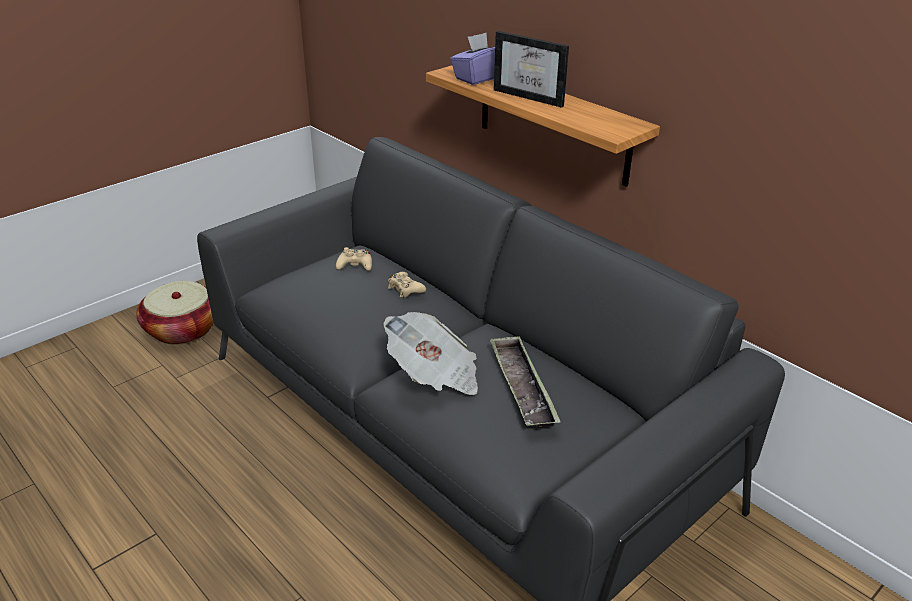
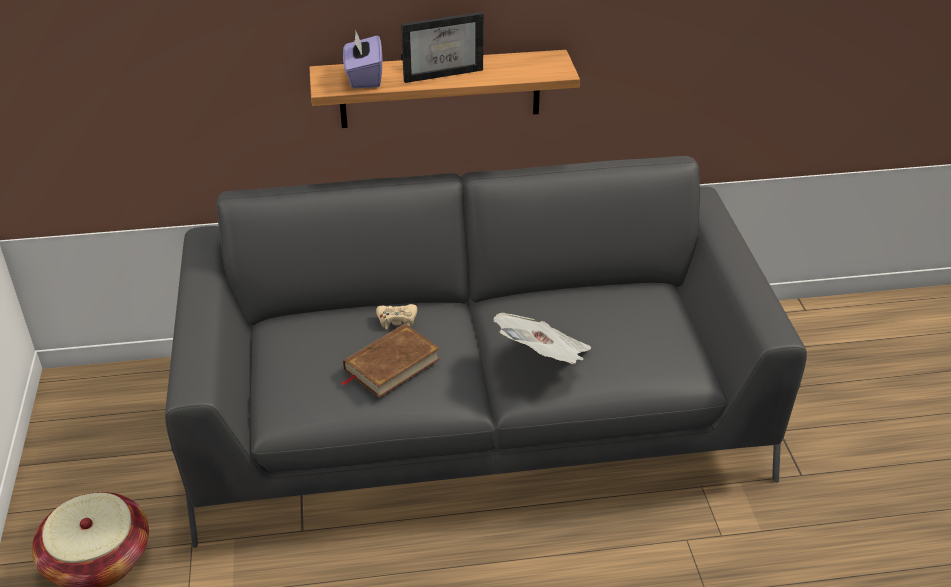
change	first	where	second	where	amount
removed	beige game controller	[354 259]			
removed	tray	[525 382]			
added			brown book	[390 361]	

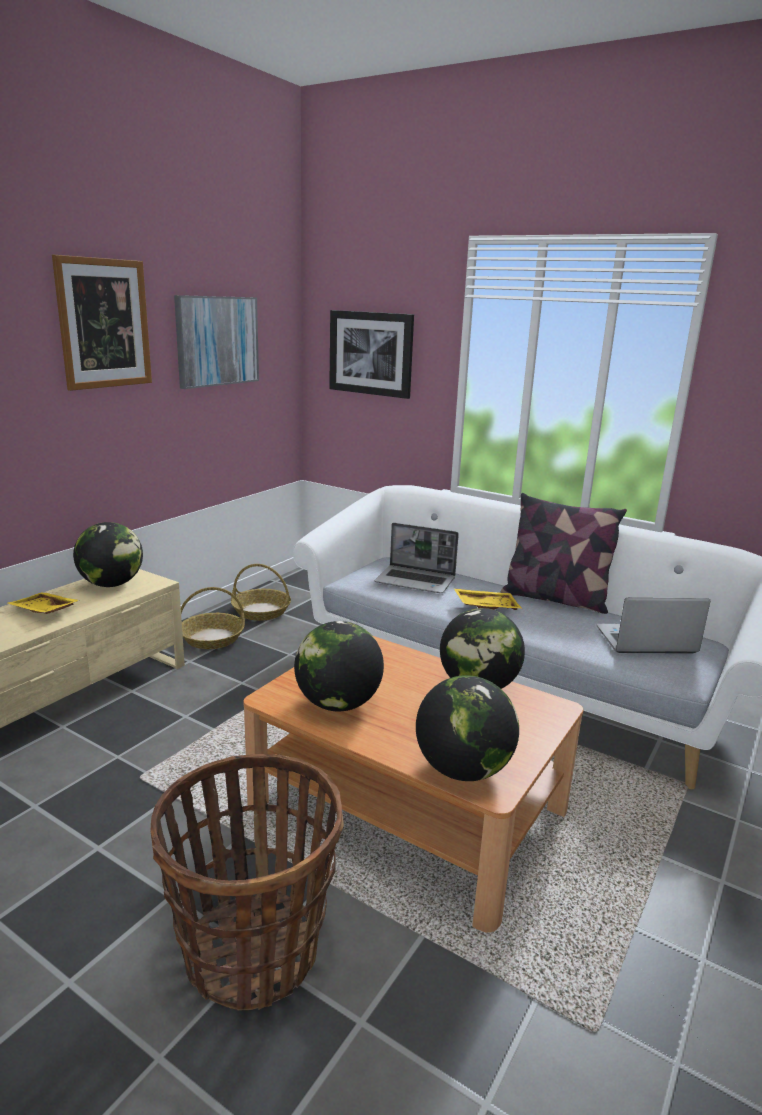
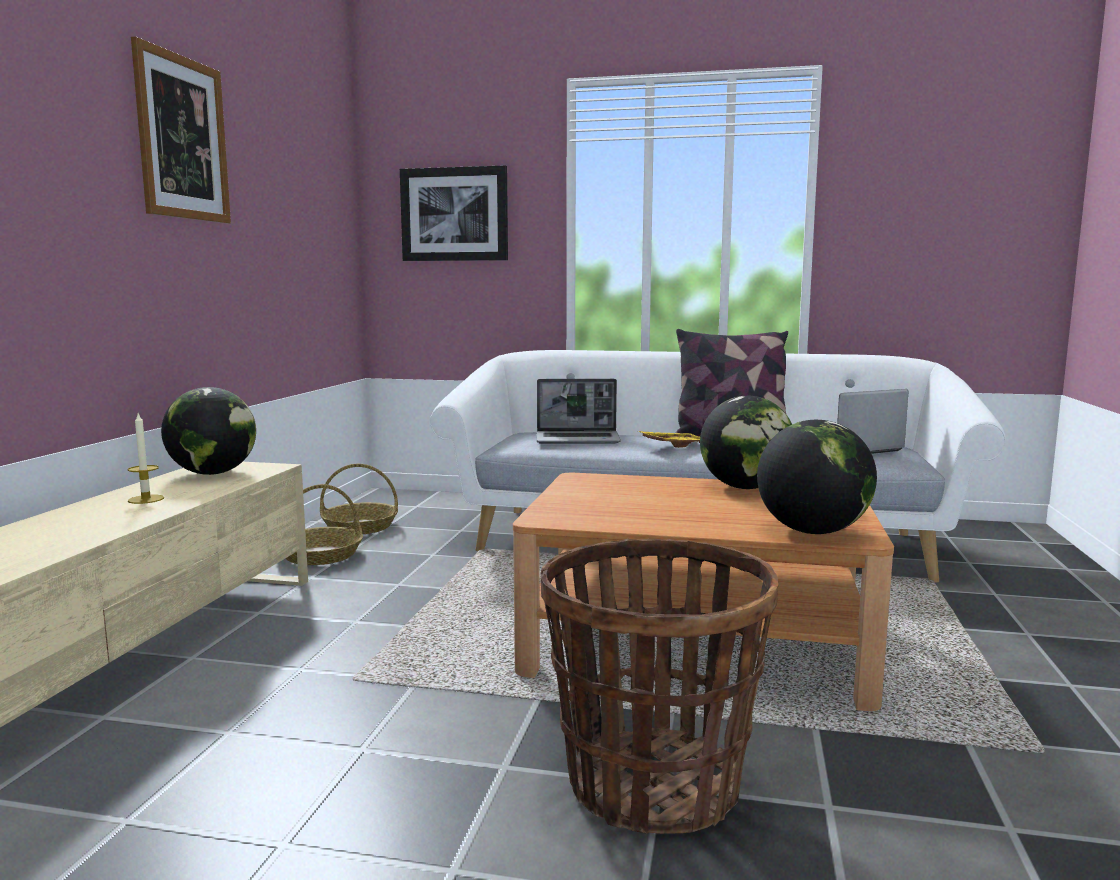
change	first	where	second	where	amount
replaced	yellow tray	[44 603]	candle	[145 459]	
removed	picture	[216 342]			
removed	globe	[339 666]			

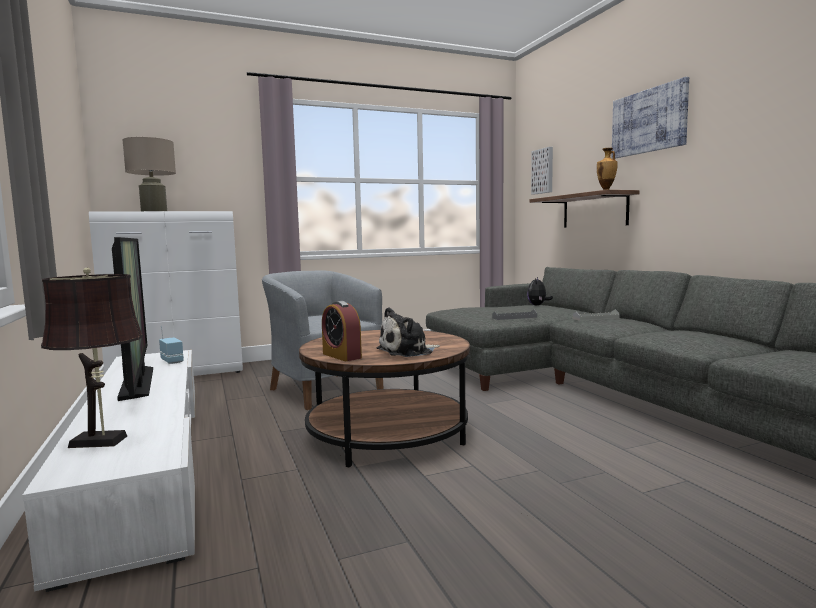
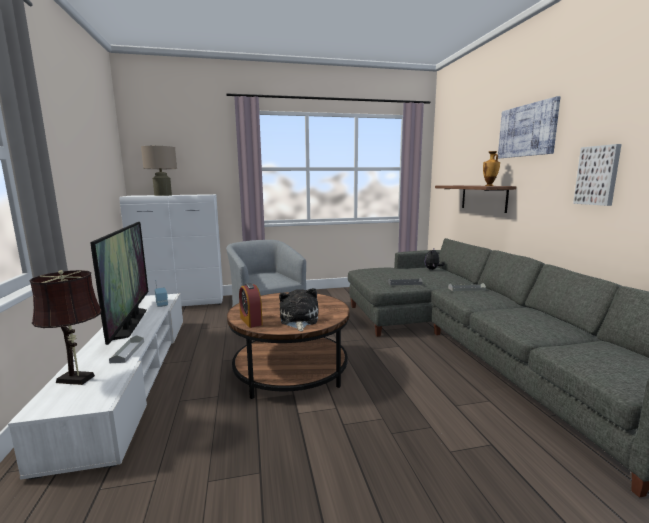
change	first	where	second	where	amount
turned	plush toy	[408 332]		[299 309]	105 degrees clockwise
moved	picture	[542 171]		[597 175]	
added			grey tray	[126 349]	

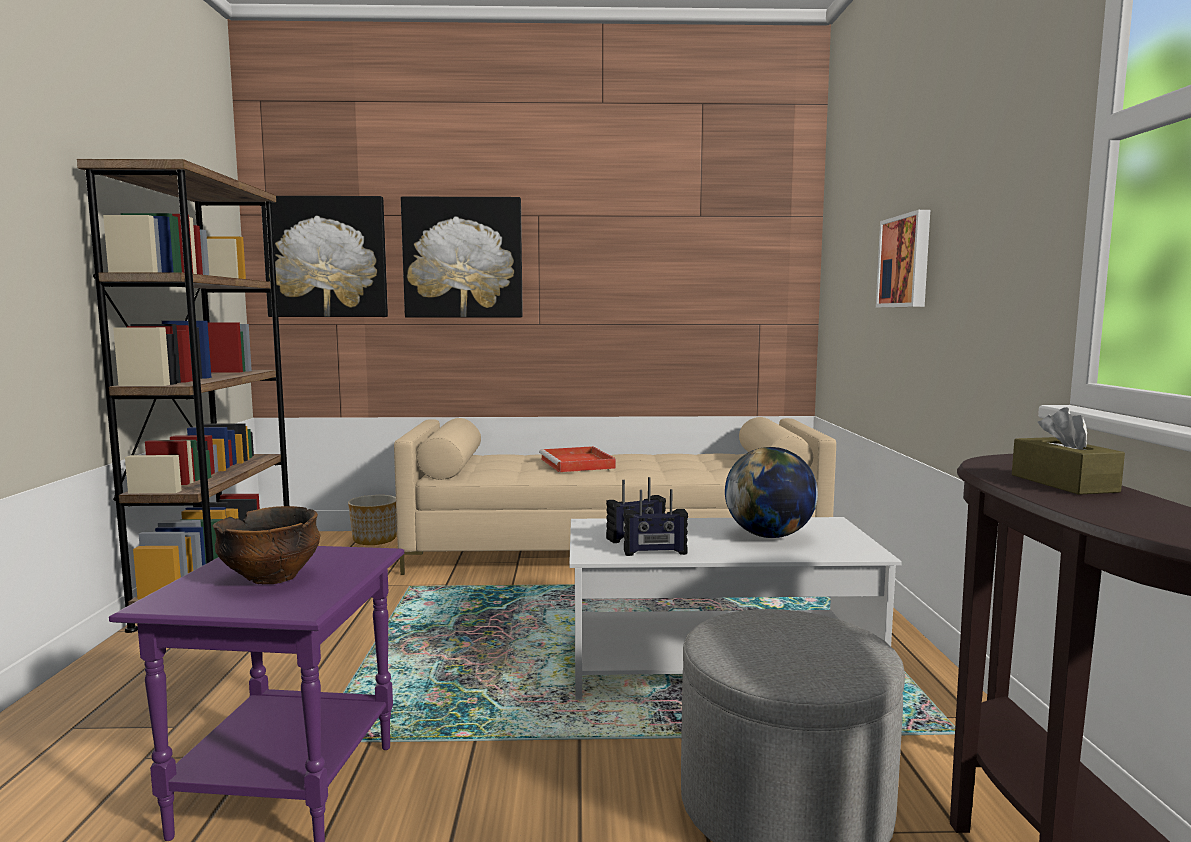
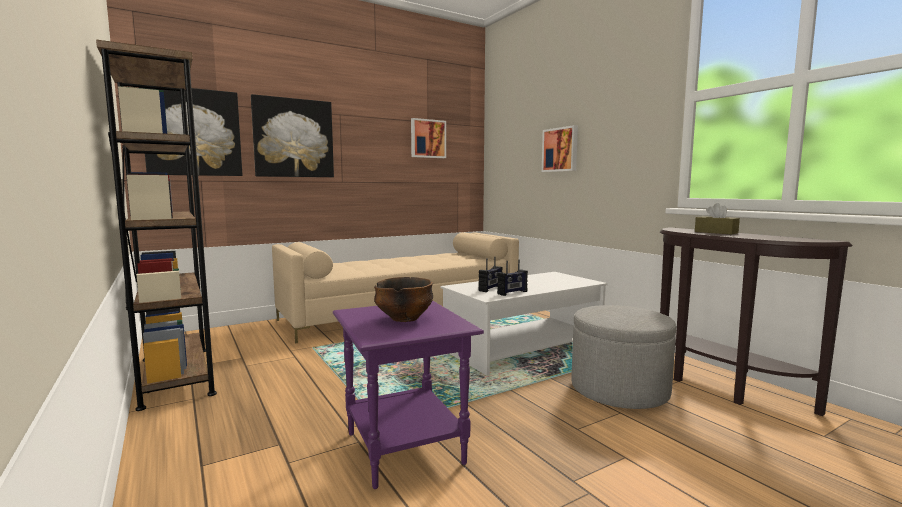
change	first	where	second	where	amount
removed	planter	[372 520]			
removed	red tray	[577 459]			
removed	globe	[771 492]			
added			picture	[428 138]	

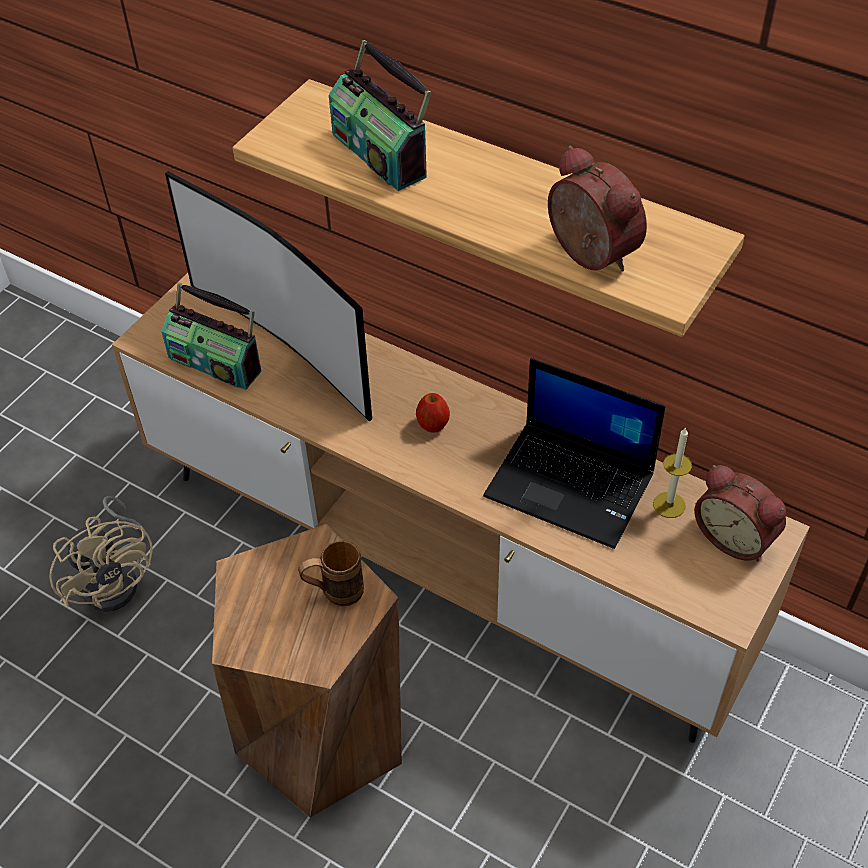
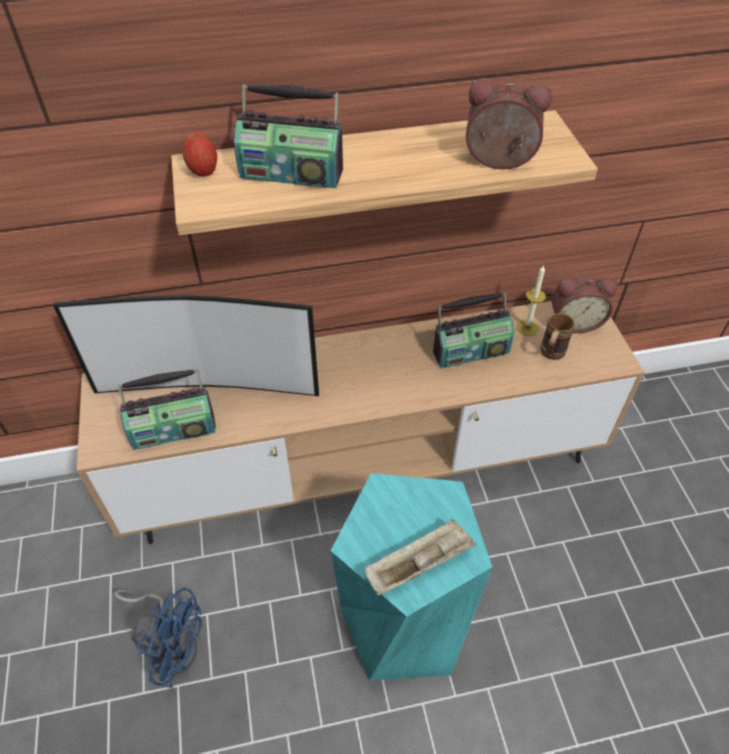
change	first	where	second	where	amount
recoloured	beige fan	[101 554]	blue fan	[158 637]	
recoloured	brown stool	[307 671]	turquoise stool	[411 576]	
moved	brown mug	[331 573]		[557 336]	
moved	apple	[433 413]		[199 154]	
replaced	laptop	[574 453]	radio	[474 330]	
added			beige tray	[421 557]	

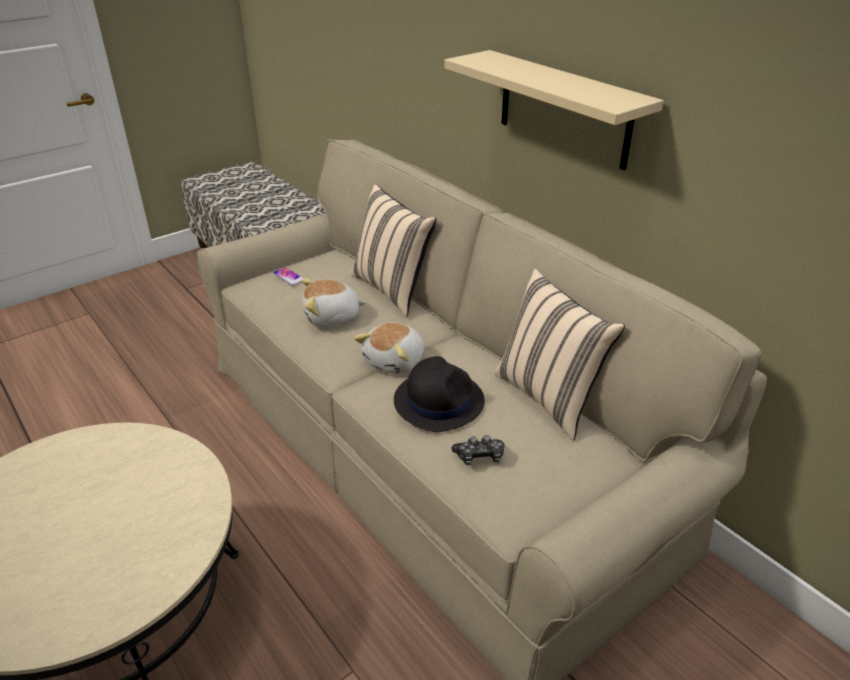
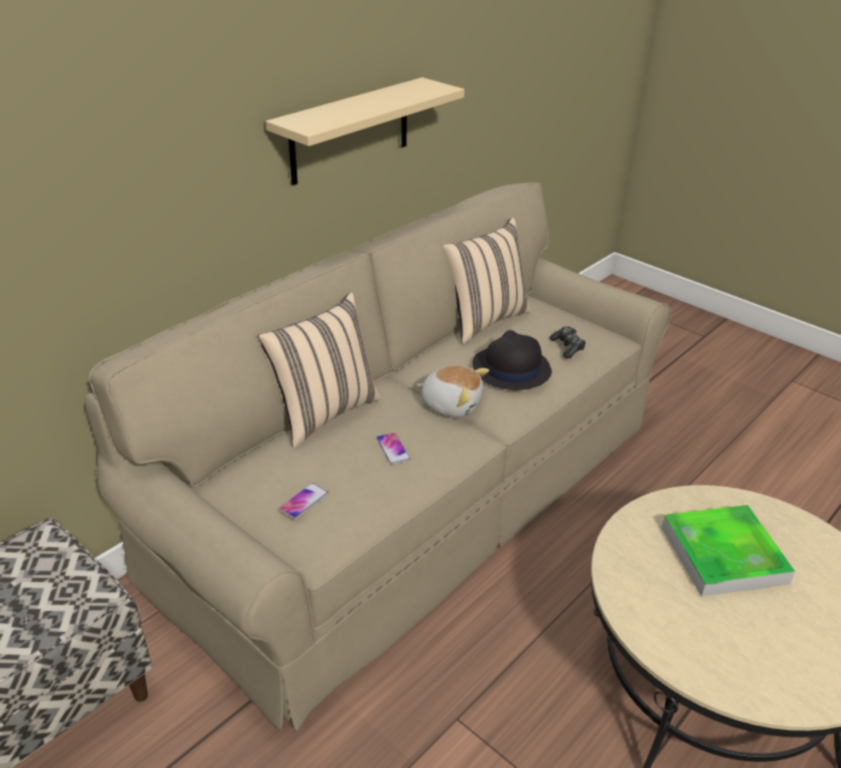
change	first	where	second	where	amount
replaced	plush toy	[334 303]	phone	[393 449]	
added			tray	[728 551]	

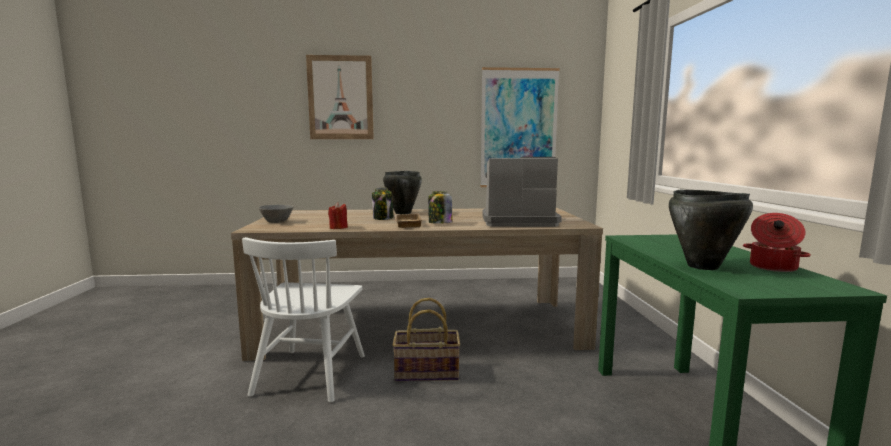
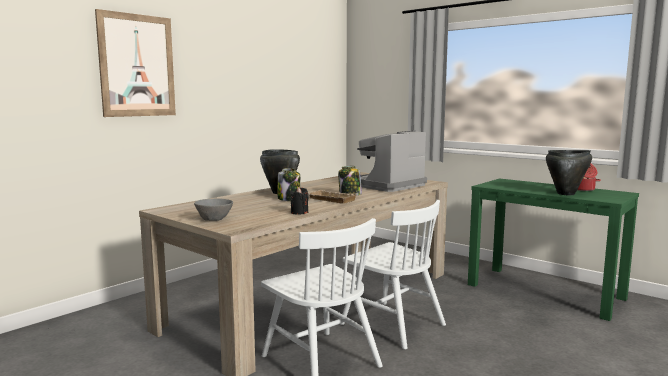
change	first	where	second	where	amount
recoloured	red candle	[338 215]	black candle	[299 201]	
replaced	basket	[426 339]	white chair	[393 274]	
removed	picture	[520 127]			

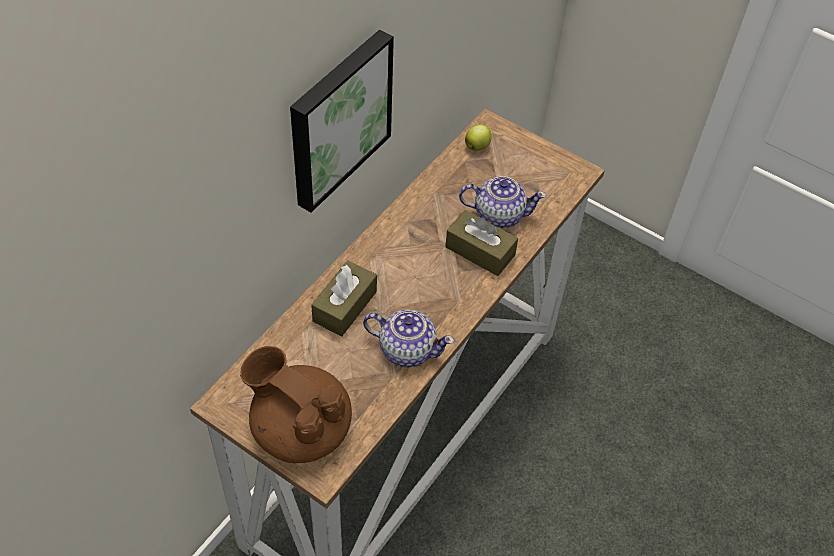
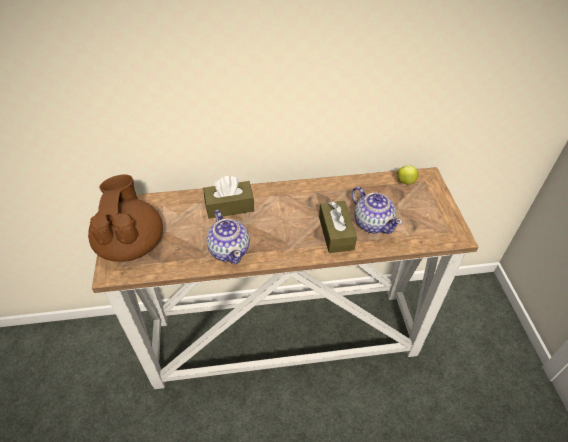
change	first	where	second	where	amount
removed	picture	[342 121]			

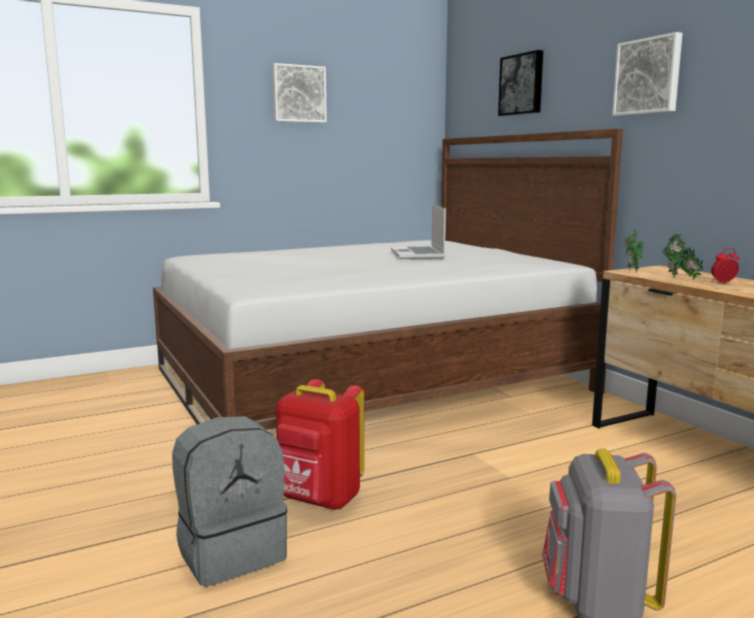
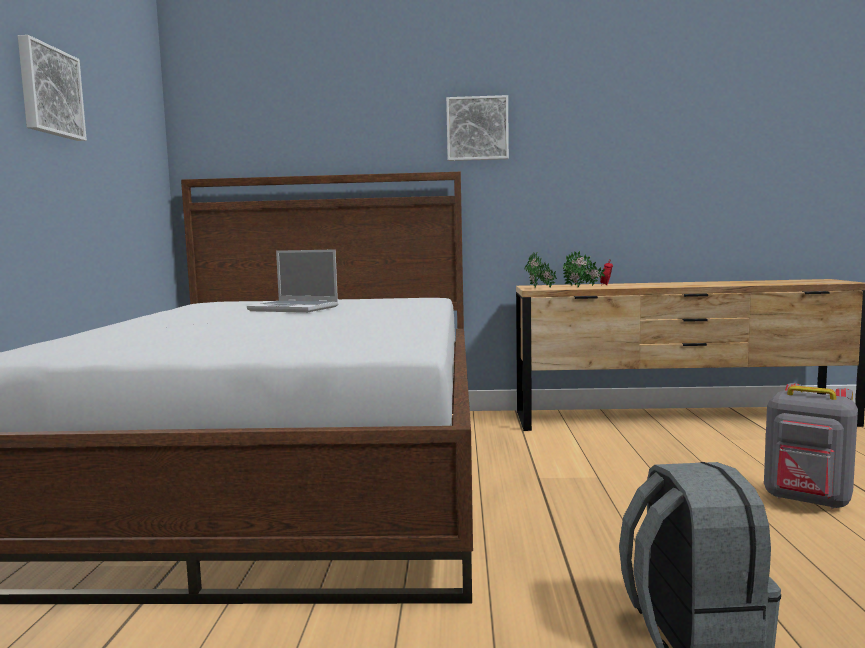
change	first	where	second	where	amount
removed	red backpack	[320 444]			
removed	picture	[520 83]			

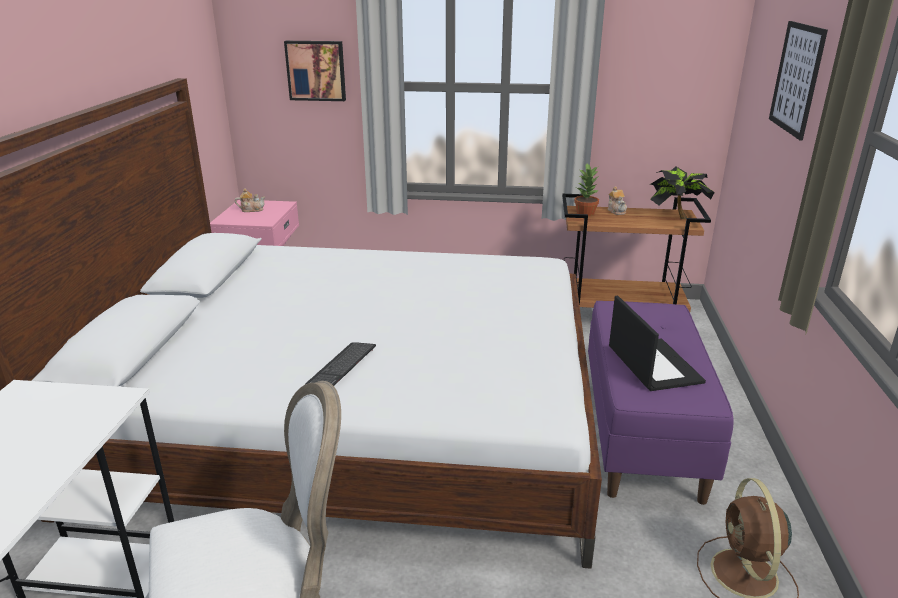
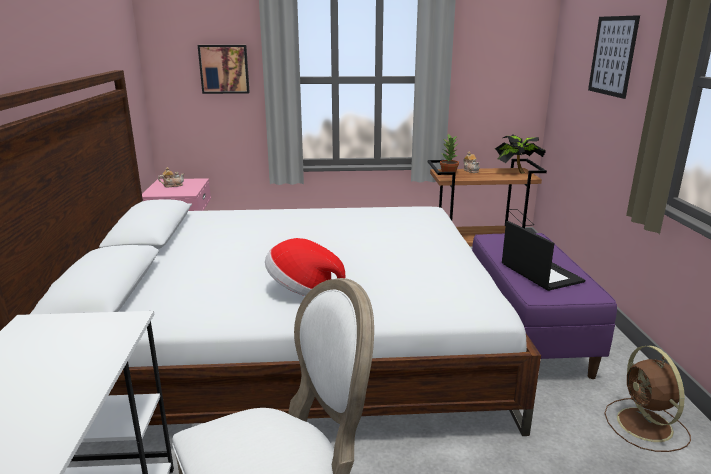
change	first	where	second	where	amount
replaced	keyboard	[340 364]	hat	[305 267]	

